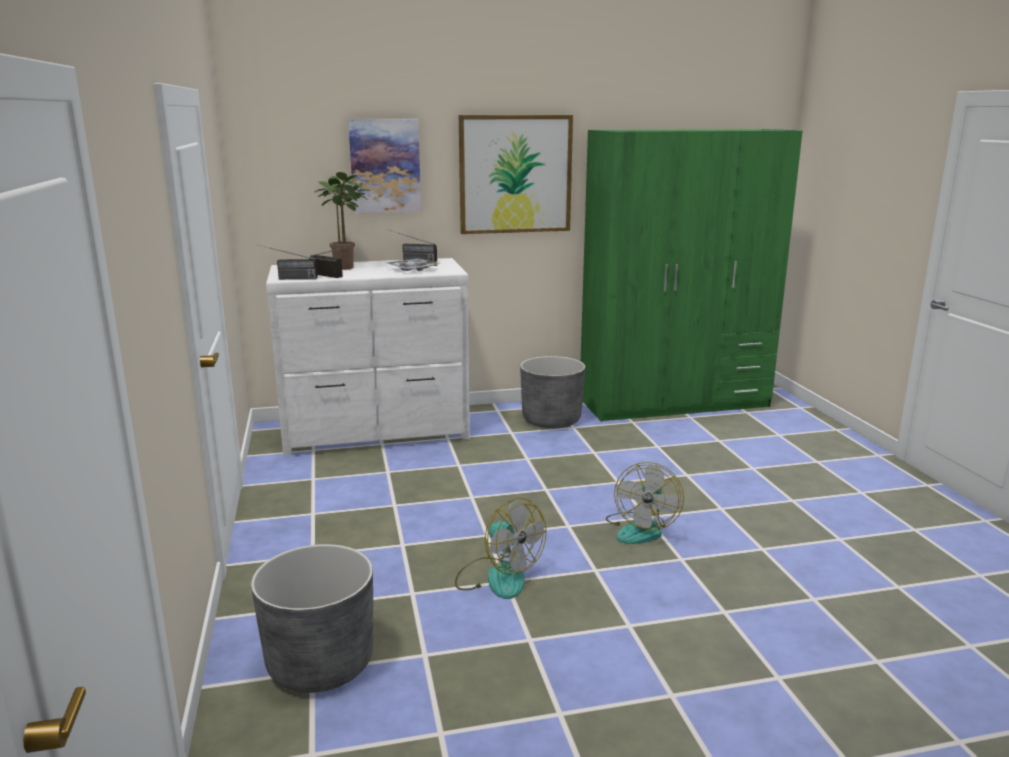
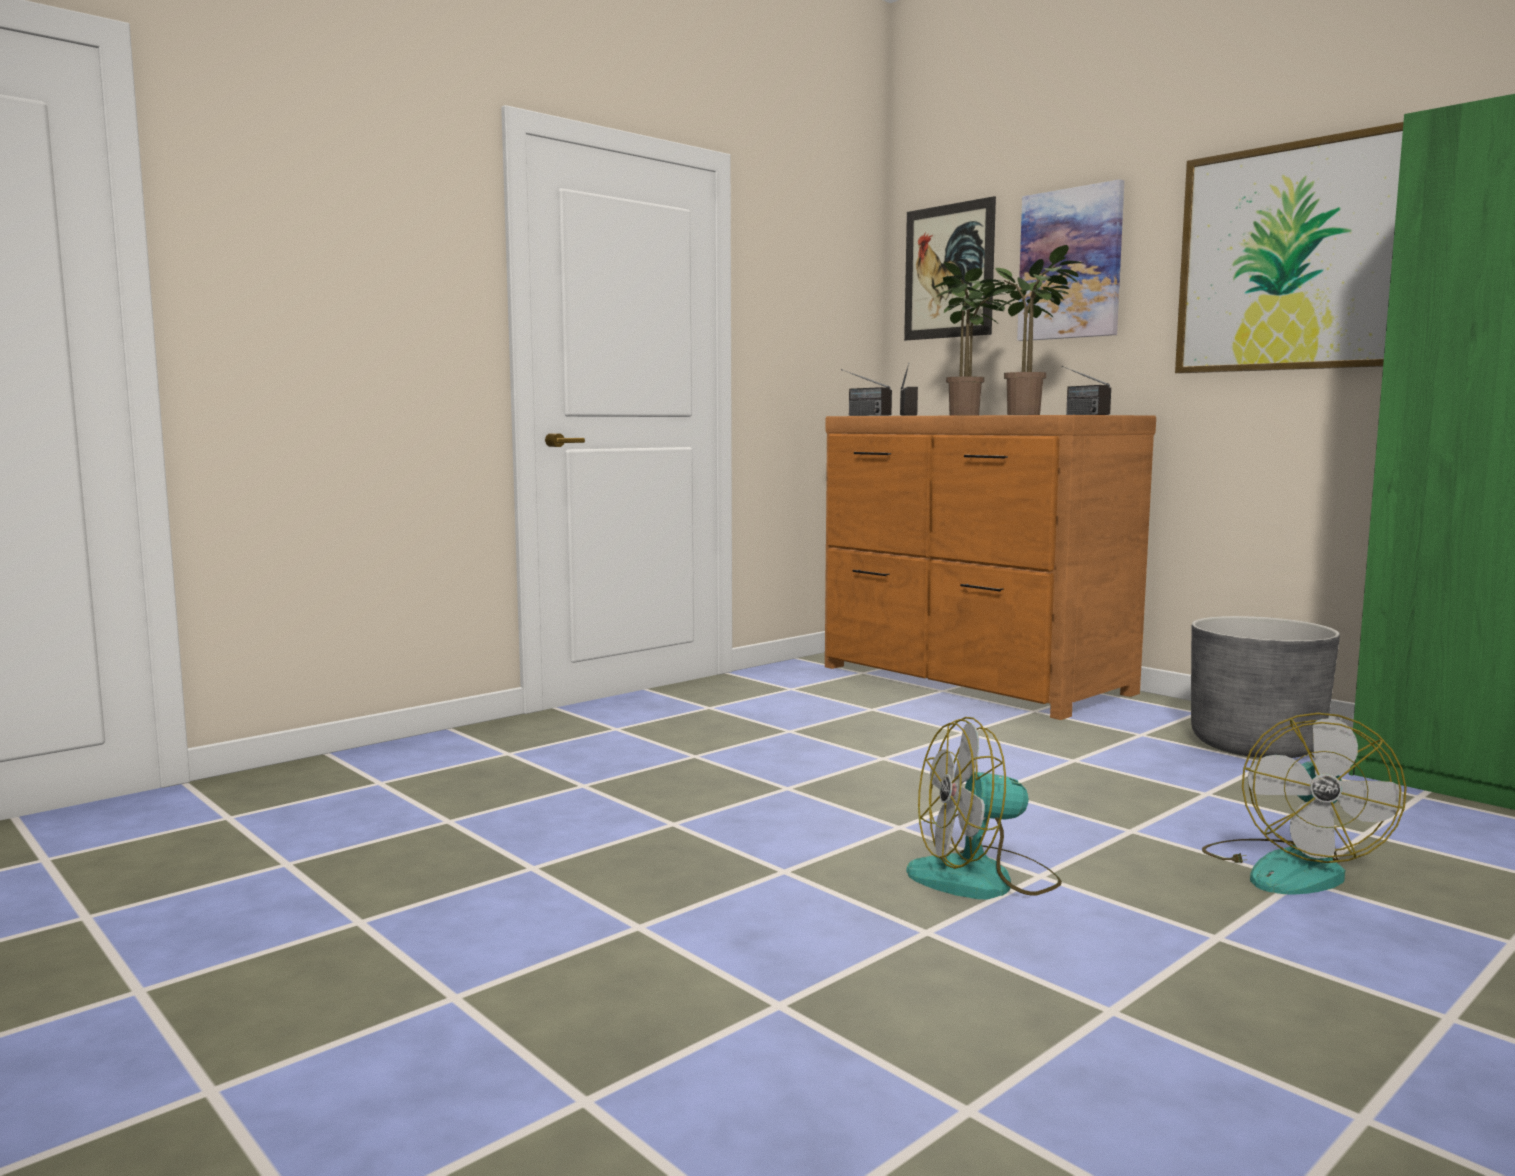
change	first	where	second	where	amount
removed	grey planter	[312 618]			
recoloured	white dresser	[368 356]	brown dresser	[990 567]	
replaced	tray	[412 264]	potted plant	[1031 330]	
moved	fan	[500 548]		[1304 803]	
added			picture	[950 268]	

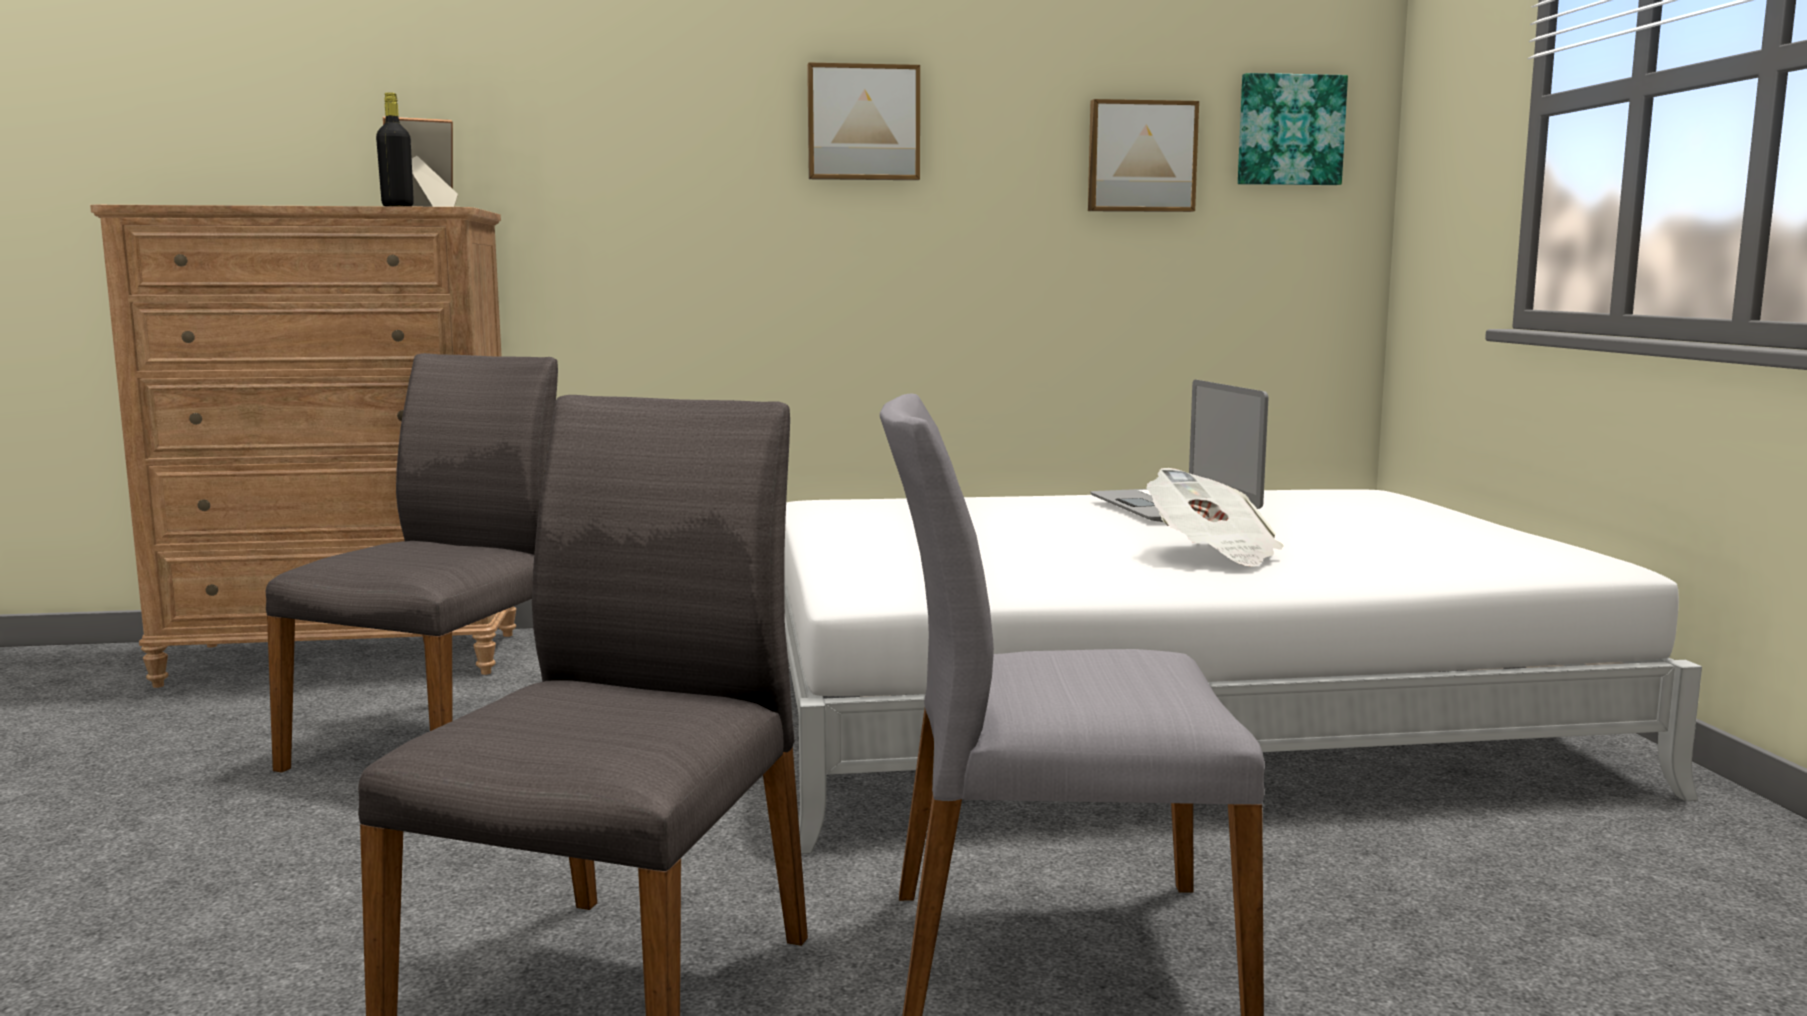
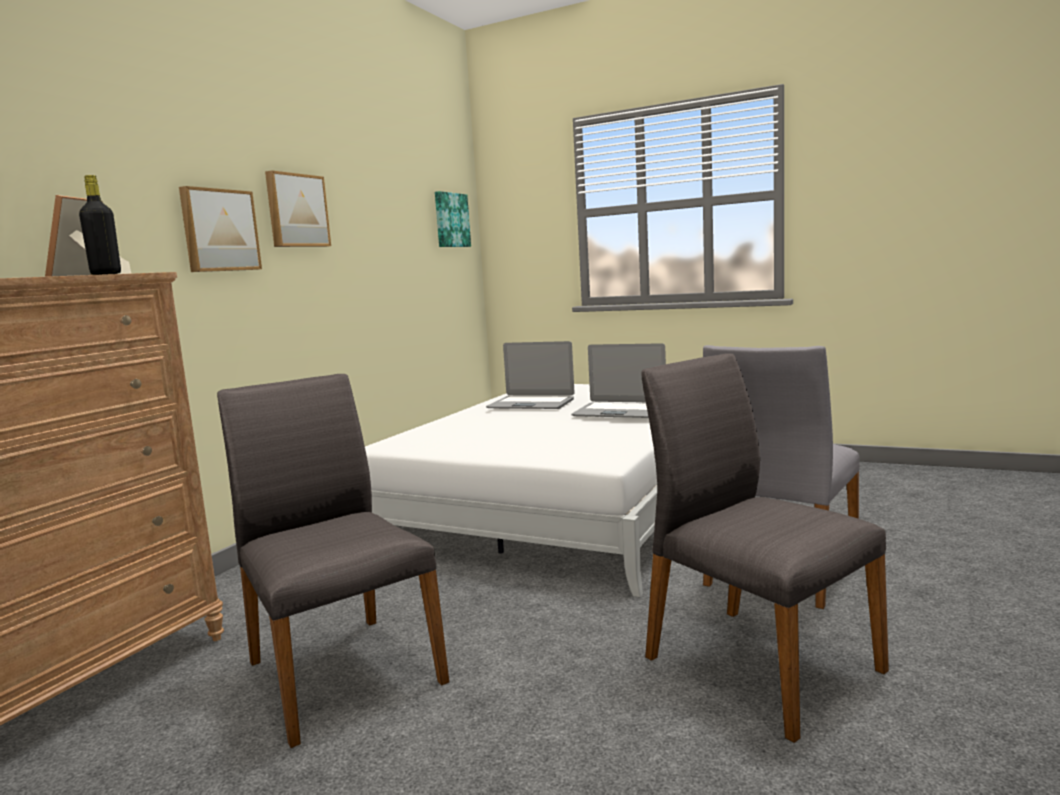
change	first	where	second	where	amount
moved	picture	[1143 155]		[220 229]	
replaced	newspaper	[1215 517]	laptop	[619 380]	

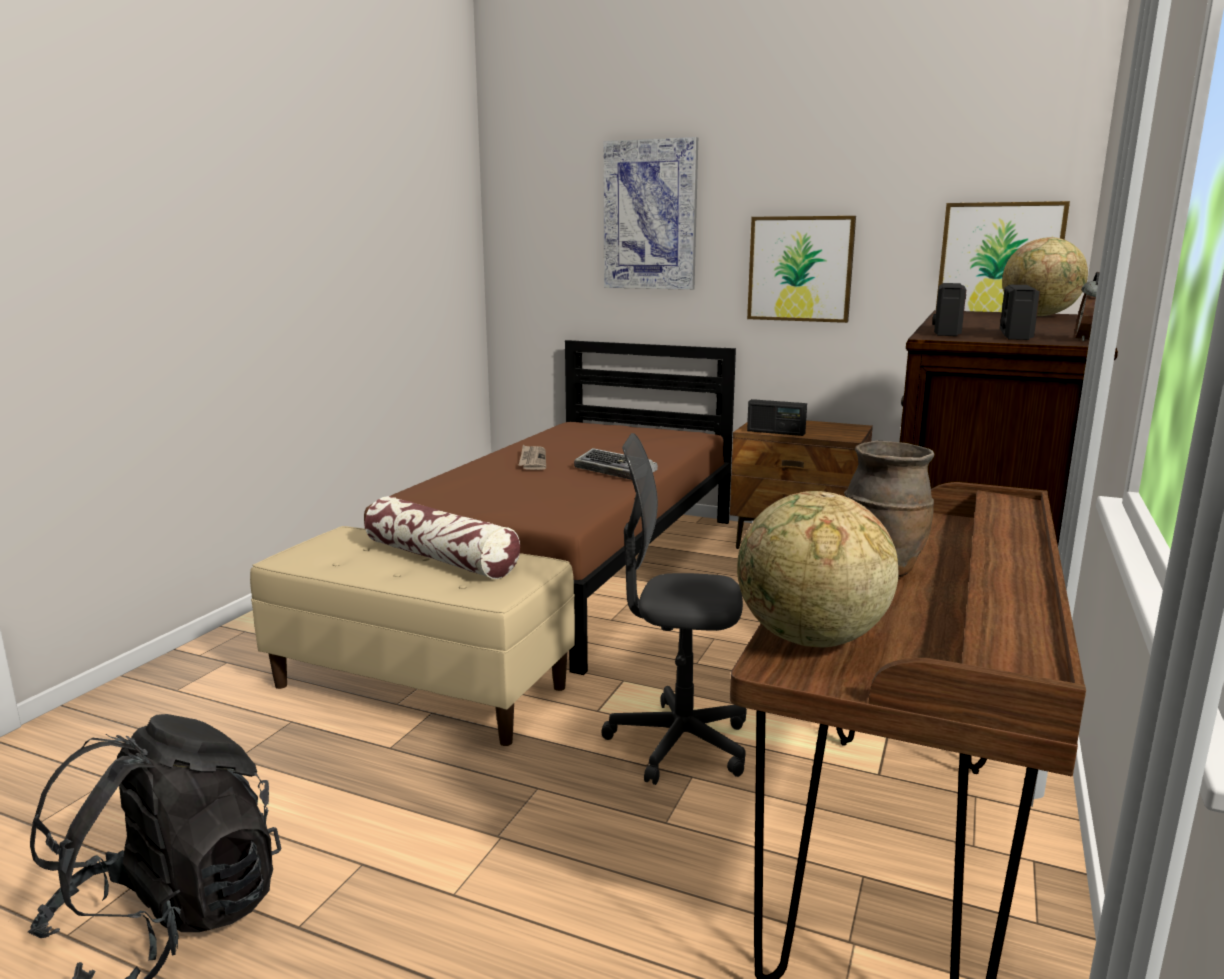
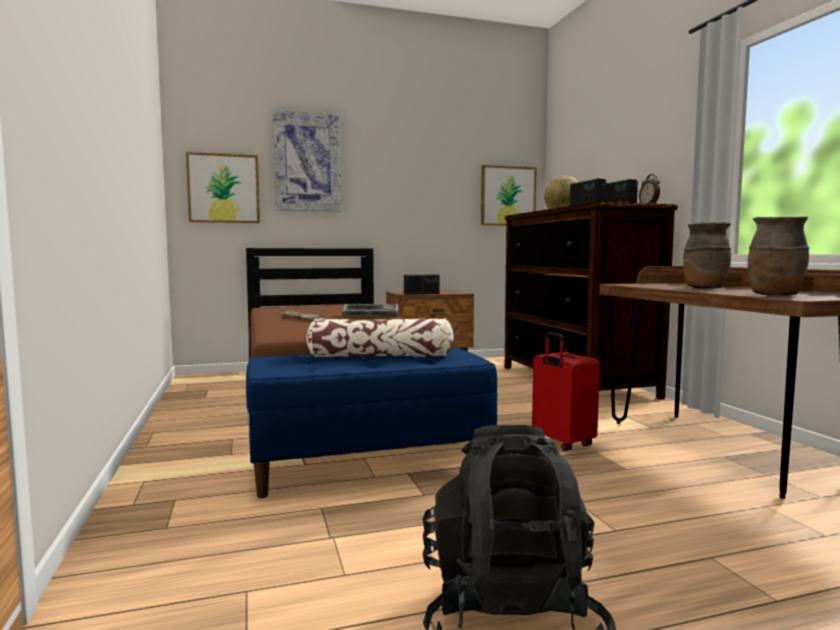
change	first	where	second	where	amount
recoloured	beige bench	[412 636]	blue bench	[372 422]	
replaced	grey office chair	[674 609]	red suitcase	[566 391]	
replaced	globe	[818 569]	brown vase	[778 256]	
moved	picture	[801 269]		[223 187]	

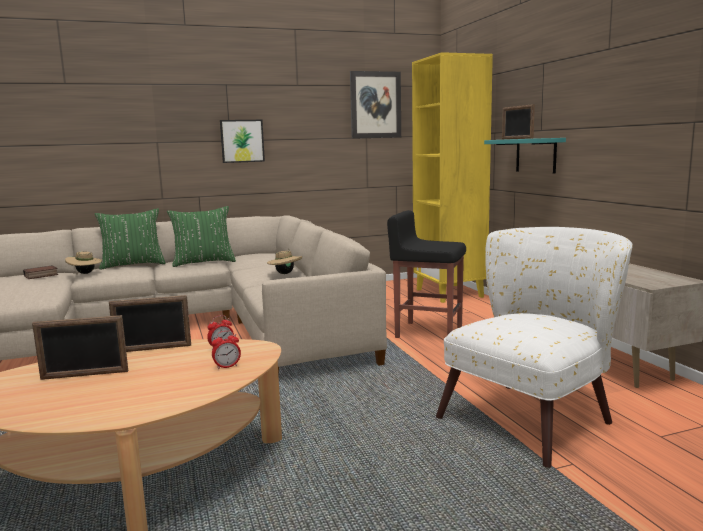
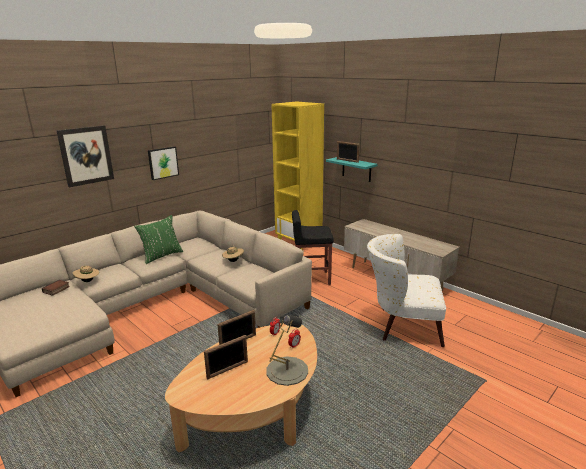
change	first	where	second	where	amount
removed	green pillow	[130 239]			
moved	picture	[375 105]		[85 156]	
turned	white armchair	[534 347]		[406 290]	105 degrees counterclockwise
added			grey table lamp	[287 350]	

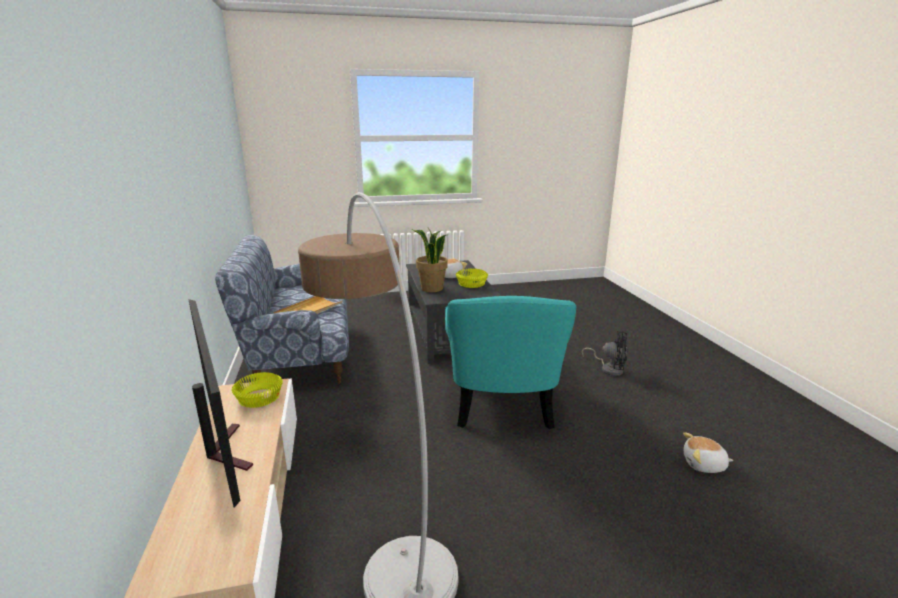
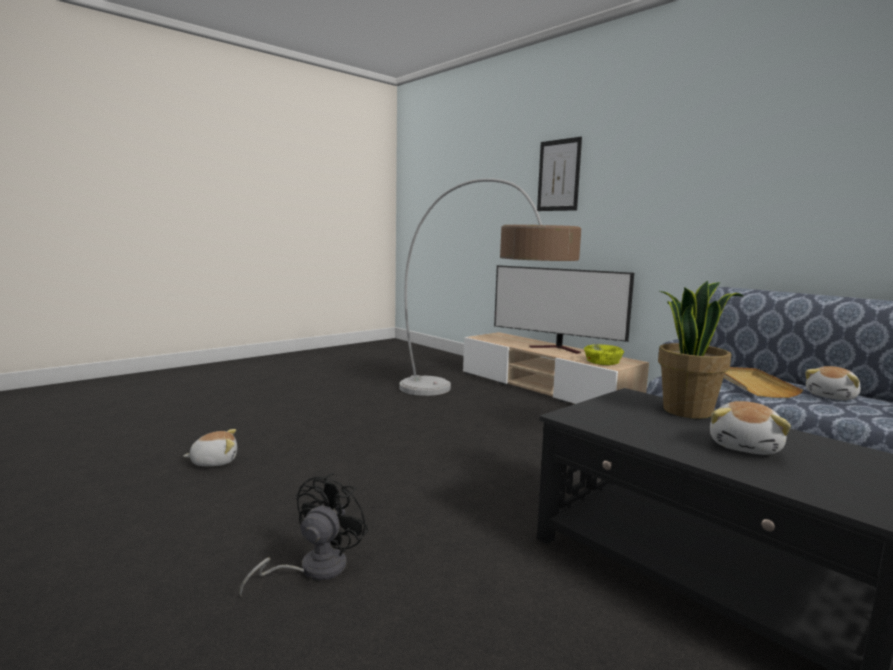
change	first	where	second	where	amount
removed	turquoise armchair	[510 362]			
removed	yellow bowl	[472 278]			
turned	black fan	[604 353]		[304 534]	120 degrees clockwise
added			picture	[559 174]	
added			plush toy	[833 383]	

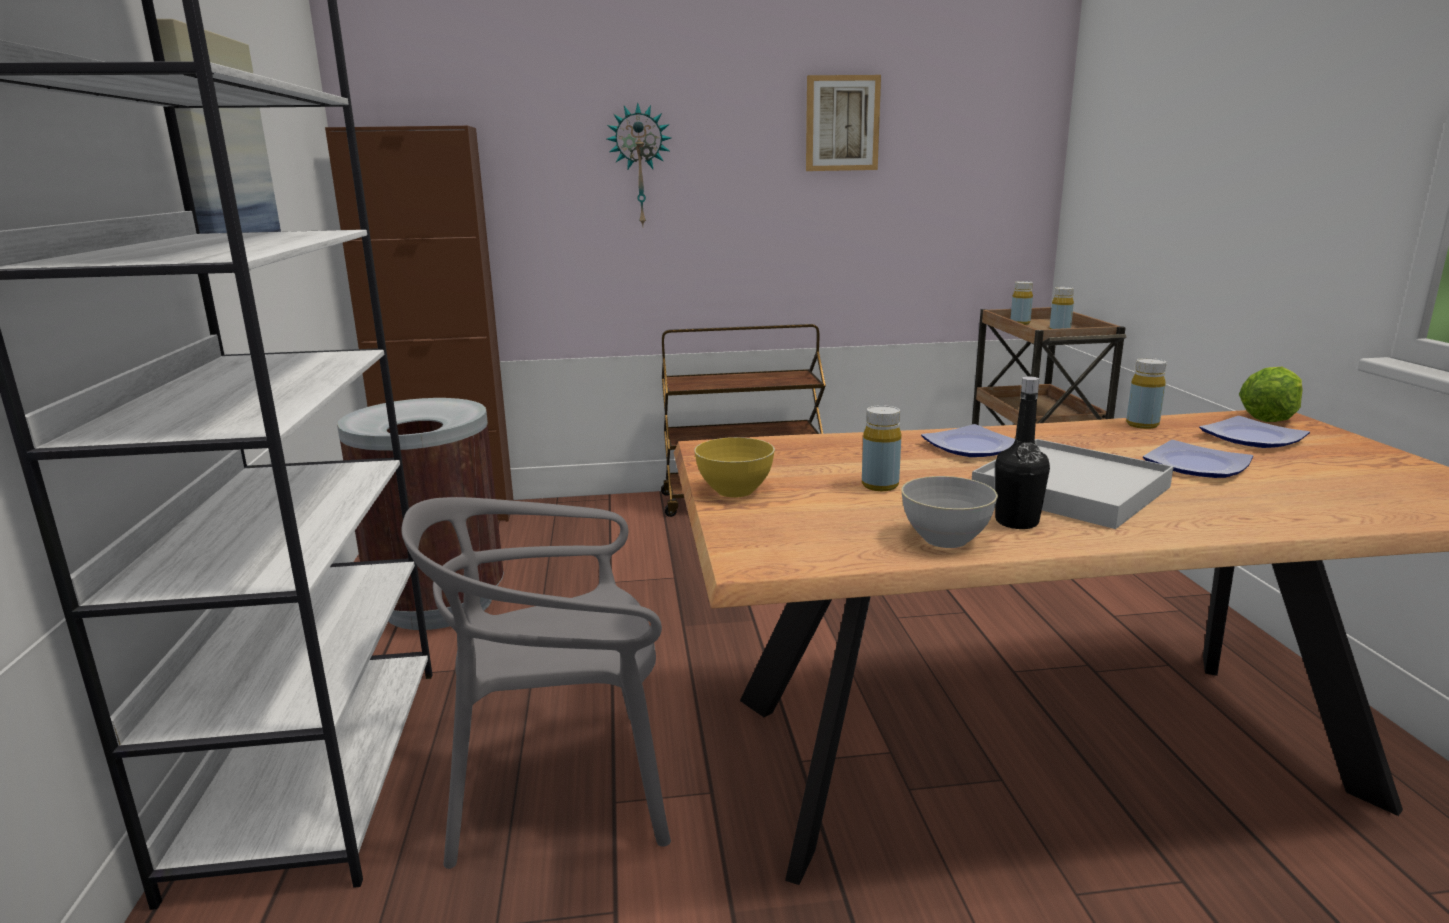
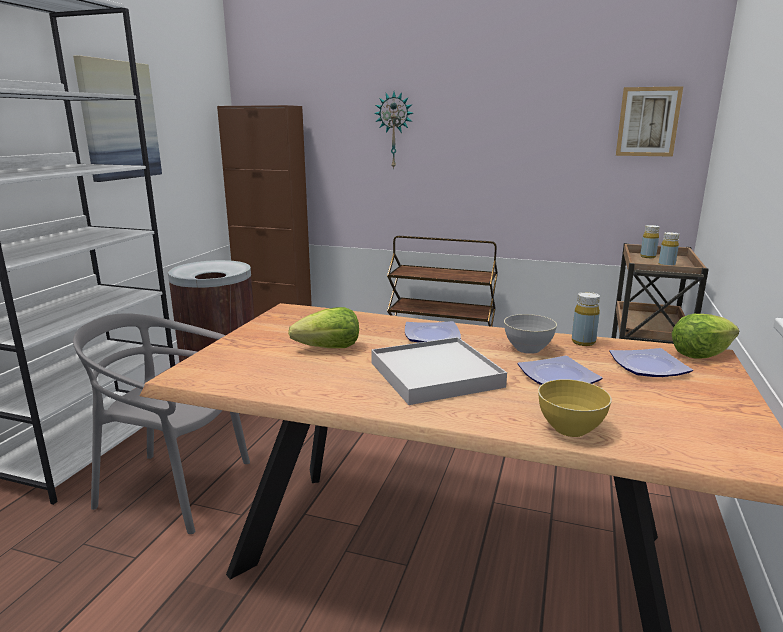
change	first	where	second	where	amount
moved	yellow bowl	[734 467]		[575 408]	
moved	picture	[843 123]		[649 121]	
replaced	yellow bottle	[881 448]	lettuce	[323 327]	
moved	grey bowl	[949 512]		[530 334]	
removed	black bottle	[1022 452]			

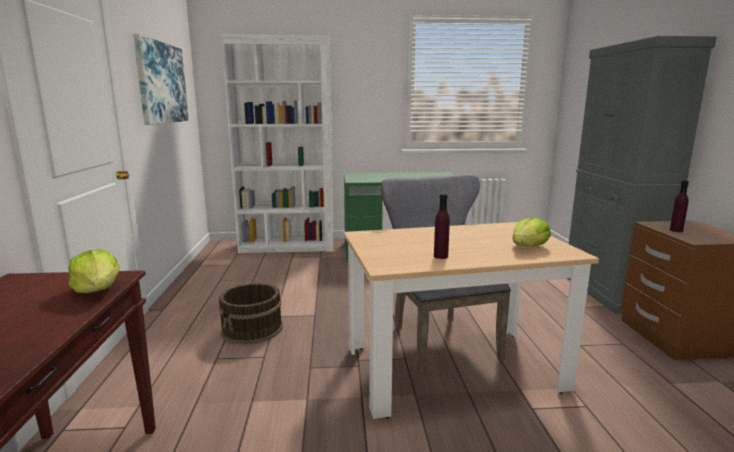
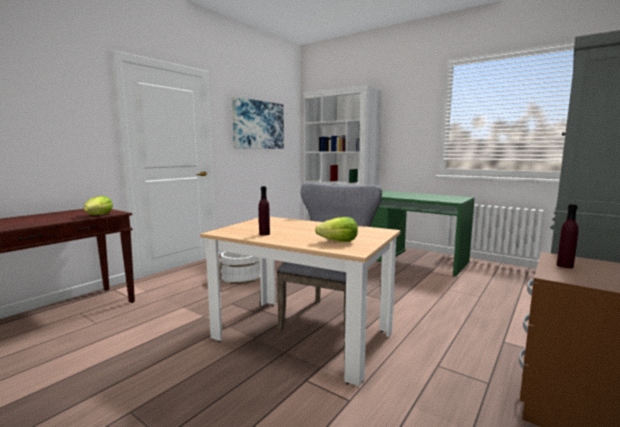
change	first	where	second	where	amount
recoloured	brown bucket	[251 314]	white bucket	[239 268]	

